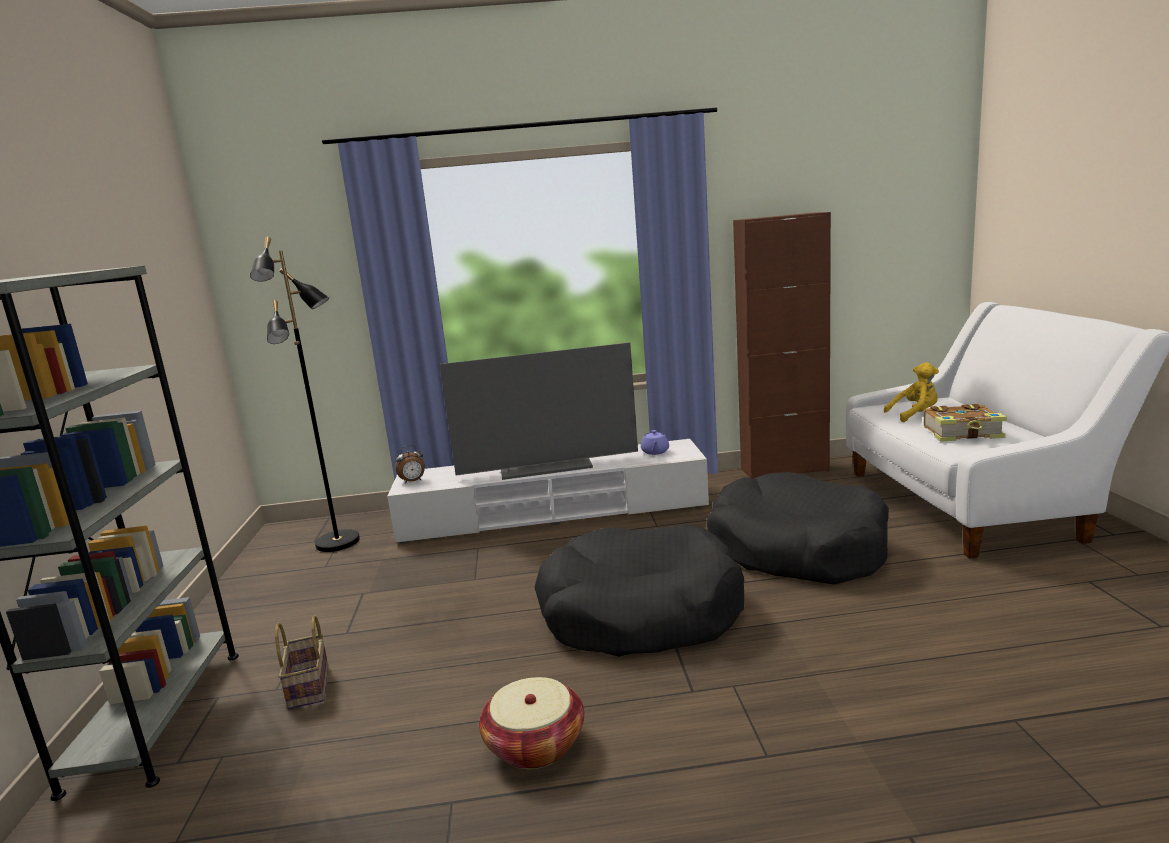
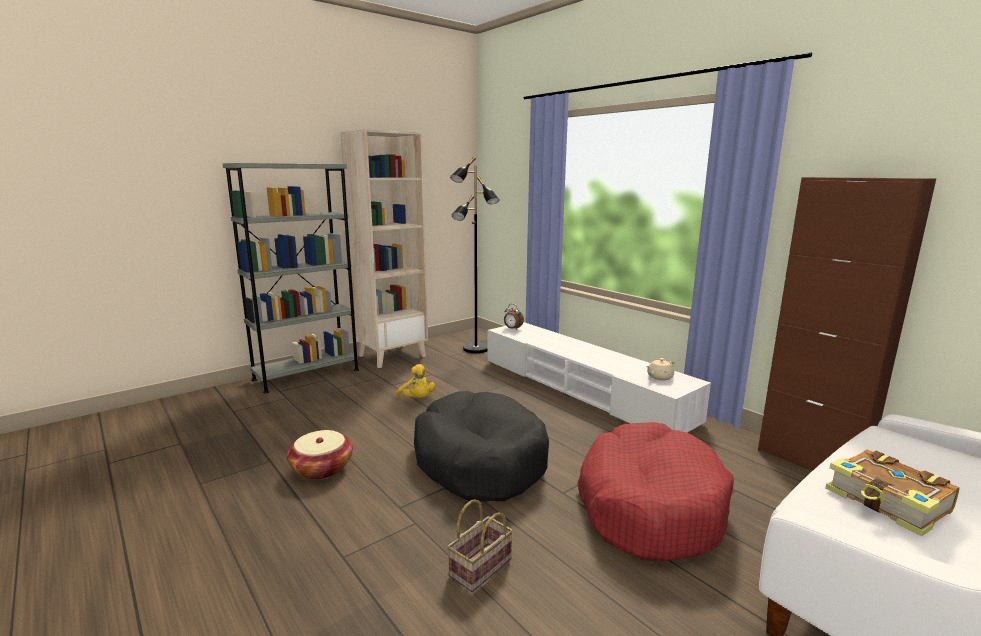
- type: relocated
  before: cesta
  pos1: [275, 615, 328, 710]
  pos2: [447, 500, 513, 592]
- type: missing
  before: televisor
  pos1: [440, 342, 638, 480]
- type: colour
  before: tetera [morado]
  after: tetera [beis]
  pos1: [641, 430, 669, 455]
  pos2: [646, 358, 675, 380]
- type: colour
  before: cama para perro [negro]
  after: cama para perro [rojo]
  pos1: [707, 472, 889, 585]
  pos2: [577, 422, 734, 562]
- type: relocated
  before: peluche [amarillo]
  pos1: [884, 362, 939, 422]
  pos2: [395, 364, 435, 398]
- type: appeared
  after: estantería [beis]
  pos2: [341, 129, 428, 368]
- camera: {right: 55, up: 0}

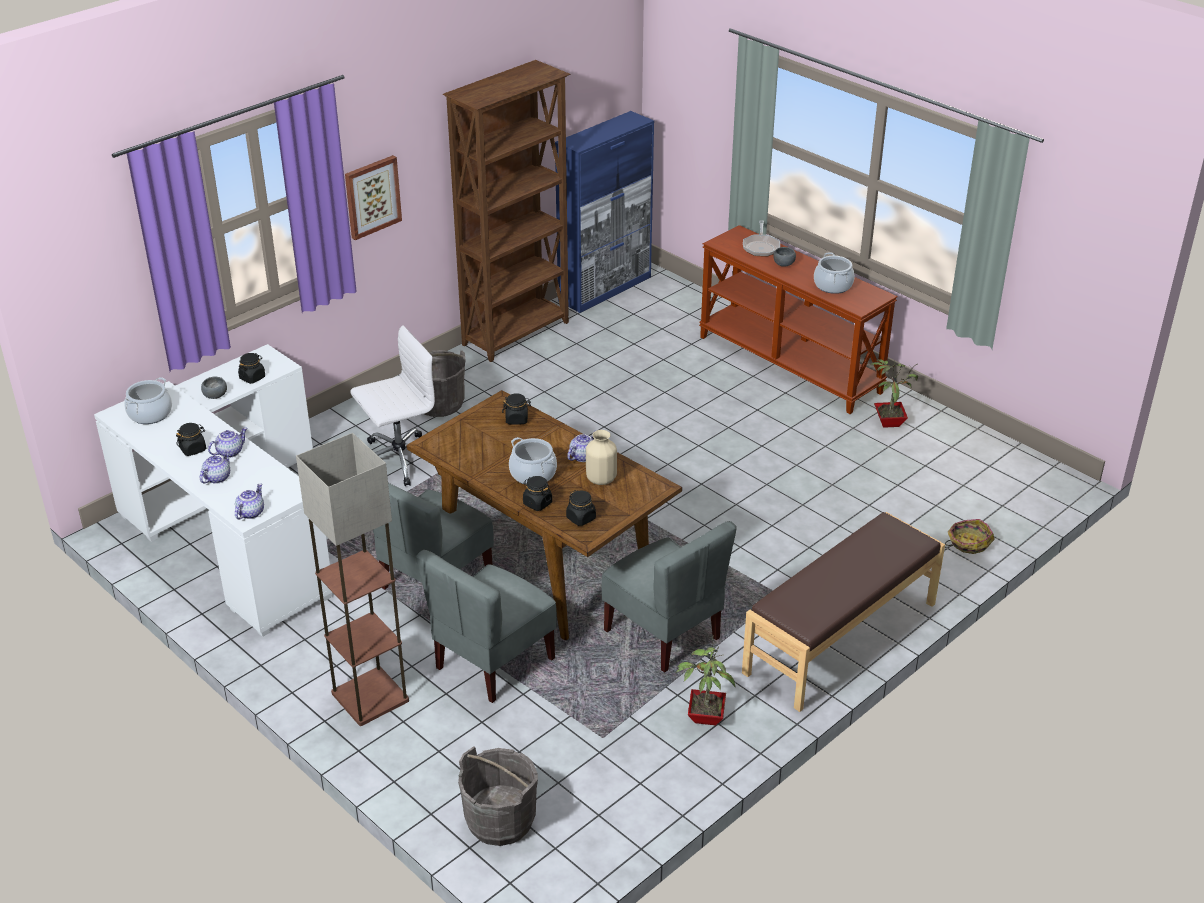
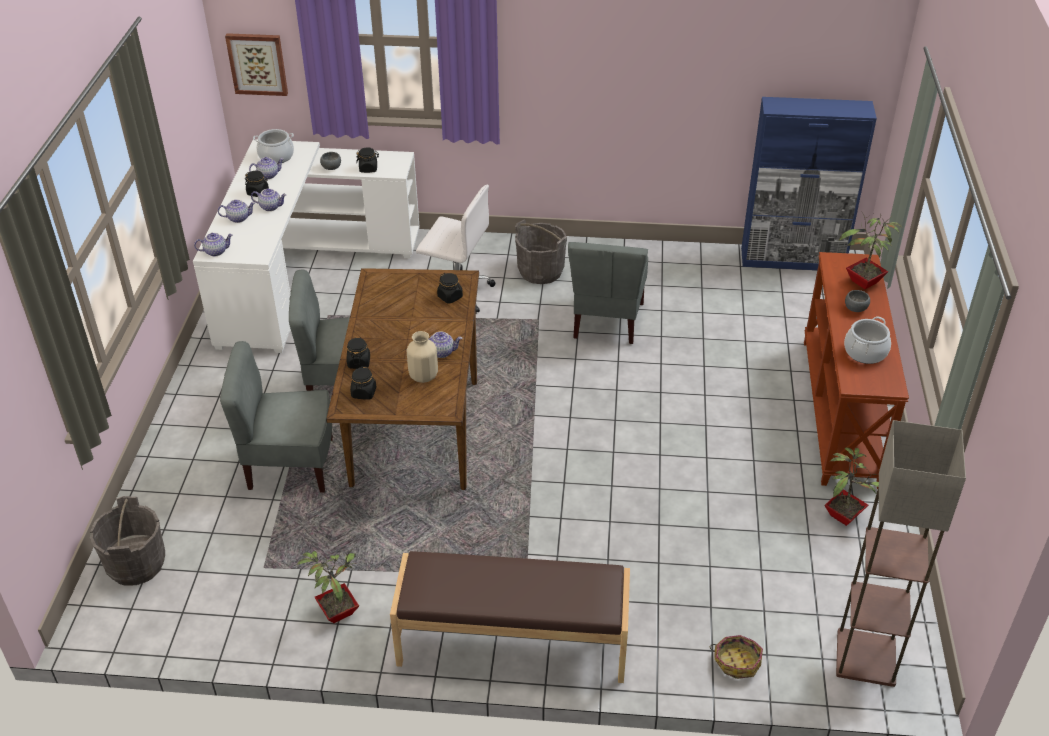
- type: relocated
  before: lámpara de pie
  pos1: [296, 433, 409, 726]
  pos2: [836, 420, 966, 687]
- type: relocated
  before: cuadro
  pos1: [345, 155, 402, 240]
  pos2: [225, 33, 288, 96]
- type: missing
  before: estantería [marrón]
  pos1: [443, 60, 570, 362]
- type: missing
  before: olla
  pos1: [509, 437, 557, 484]
- type: relocated
  before: silla [gris]
  pos1: [602, 521, 737, 673]
  pos2: [568, 242, 648, 344]
- type: exchanged
  before: sartén
  after: planta en maceta
  pos1: [743, 220, 780, 256]
  pos2: [839, 212, 902, 289]
- type: appeared
  after: tetera
  pos2: [249, 157, 284, 179]
- camera: {right: 50, up: 5}

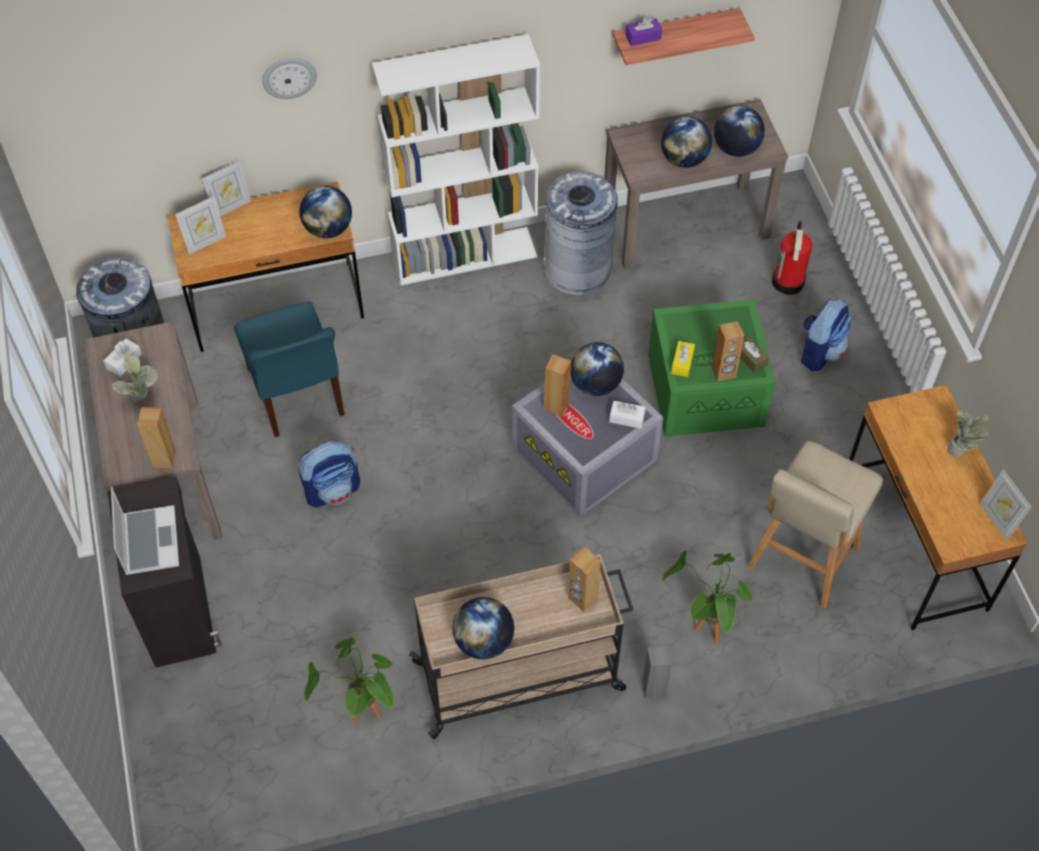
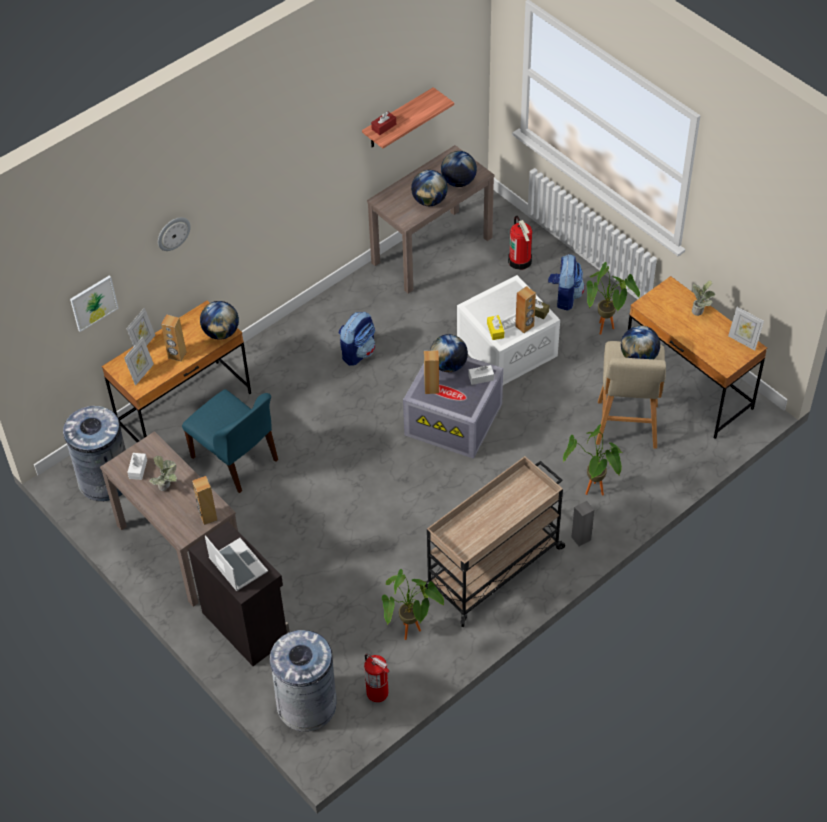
- type: relocated
  before: mochila
  pos1: [298, 441, 360, 507]
  pos2: [339, 312, 375, 366]
- type: missing
  before: estantería [blanco]
  pos1: [372, 34, 540, 285]
- type: relocated
  before: globo terráqueo
  pos1: [452, 597, 514, 659]
  pos2: [621, 326, 660, 359]
- type: relocated
  before: papelera [gris]
  pos1: [543, 171, 618, 296]
  pos2: [270, 630, 337, 732]
- type: relocated
  before: altavoz [marrón]
  pos1: [568, 547, 601, 612]
  pos2: [161, 314, 186, 361]
- type: colour
  before: caja de pañuelos [morado]
  after: caja de pañuelos [rojo]
  pos1: [625, 17, 662, 46]
  pos2: [371, 112, 396, 135]
- type: colour
  before: caja de almacenaje [verde]
  after: caja de almacenaje [blanco]
  pos1: [648, 300, 776, 437]
  pos2: [457, 275, 560, 385]
- type: appeared
  after: cuadro
  pos2: [70, 275, 119, 332]
- type: appeared
  after: extintor
  pos2: [364, 654, 389, 702]
- type: appeared
  after: planta en maceta
  pos2: [587, 262, 640, 335]
- camera: {right: -25, up: -5}

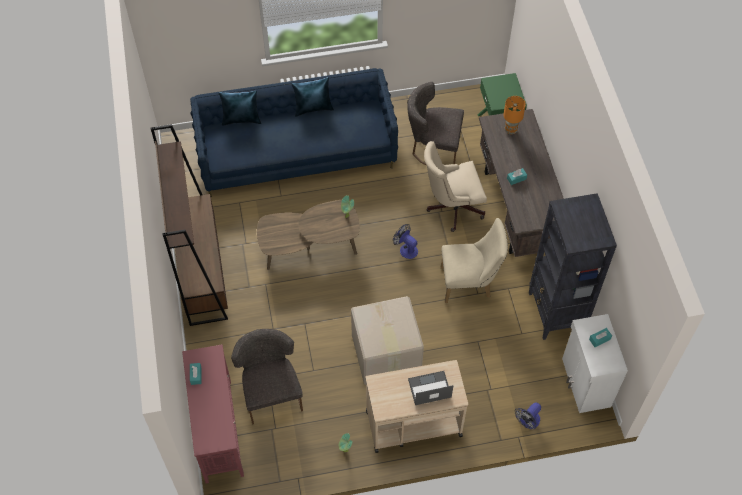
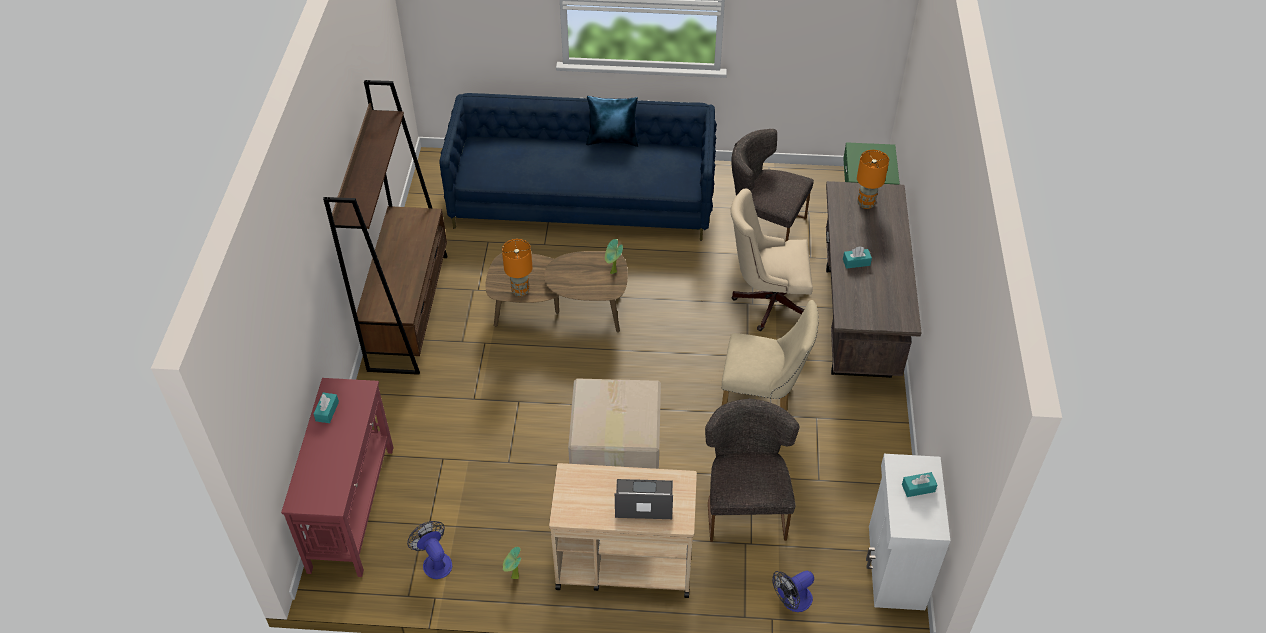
- type: missing
  before: cojín [azul]
  pos1: [219, 90, 261, 126]
- type: relocated
  before: silla [gris]
  pos1: [231, 329, 303, 424]
  pos2: [705, 398, 800, 542]
- type: relocated
  before: ventilador
  pos1: [393, 224, 418, 259]
  pos2: [407, 521, 452, 579]
- type: missing
  before: estantería [negro]
  pos1: [529, 193, 617, 340]
- type: appeared
  after: lámpara de mesa [naranja]
  pos2: [502, 239, 532, 297]
- camera: {right: 15, up: -10}

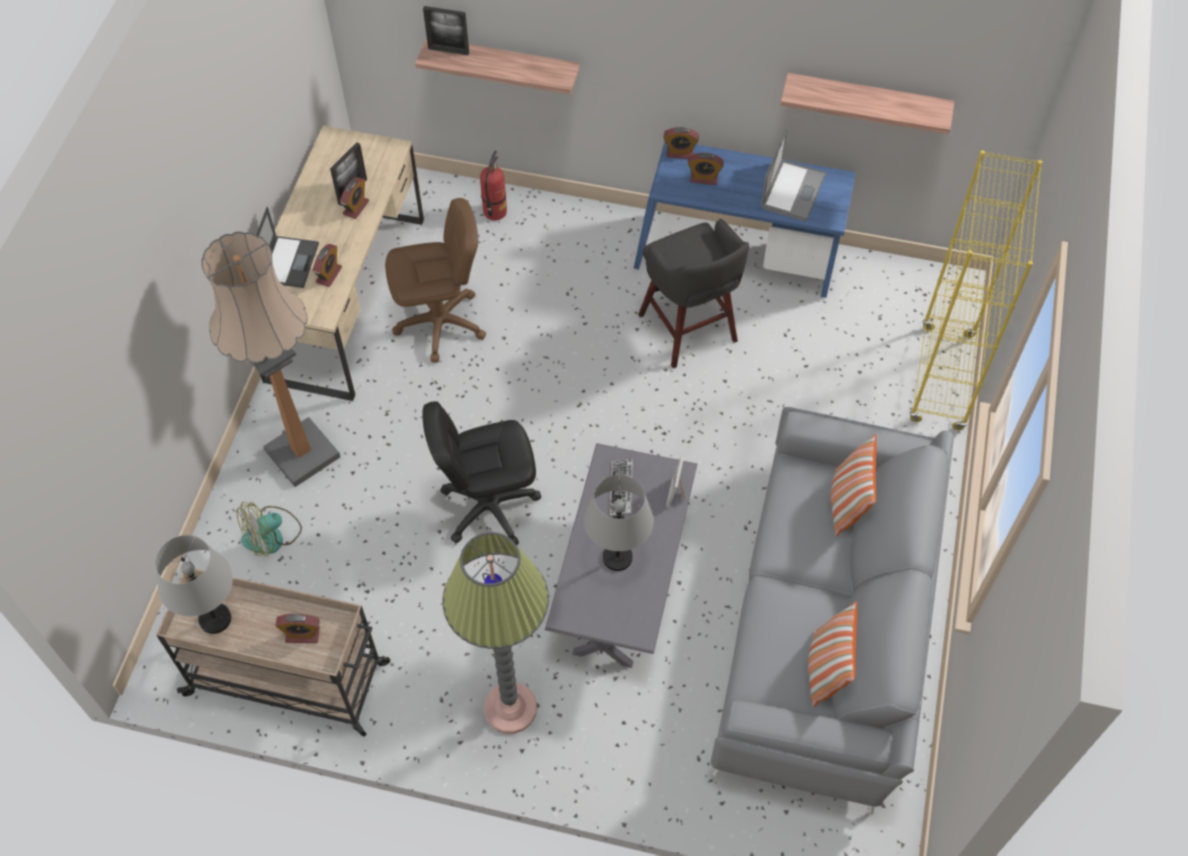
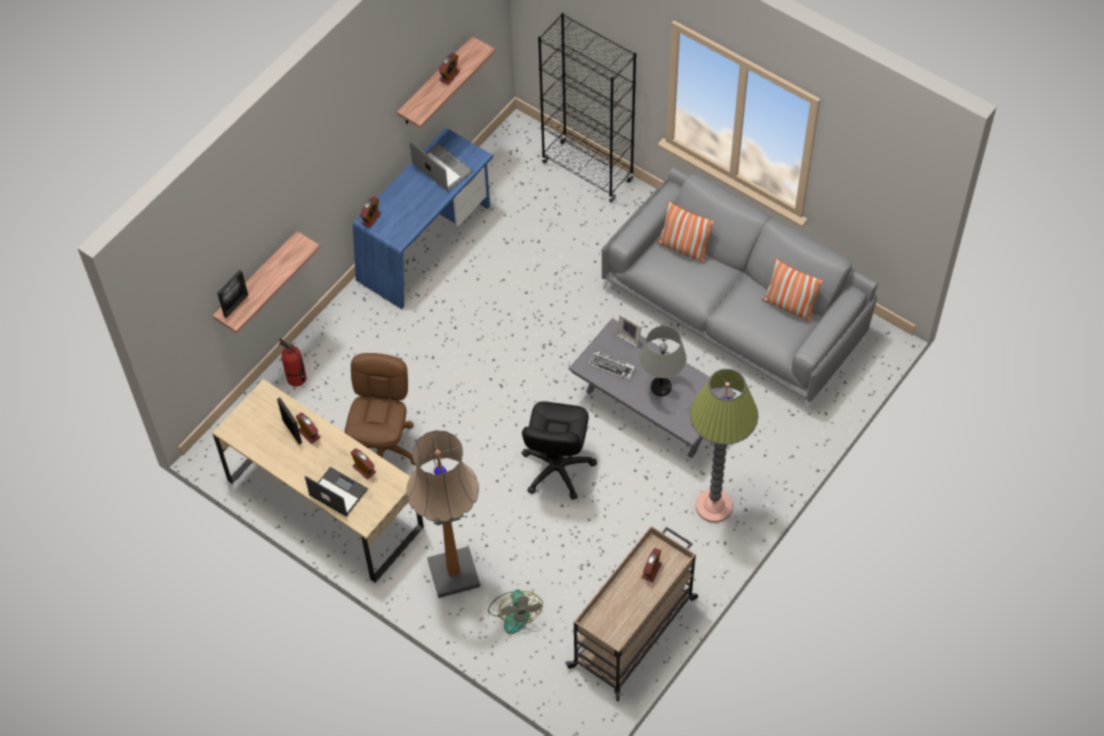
- type: missing
  before: lámpara de mesa [gris]
  pos1: [155, 535, 233, 634]
- type: missing
  before: taburete [gris]
  pos1: [638, 219, 749, 369]
- type: relocated
  before: despertador
  pos1: [688, 153, 724, 185]
  pos2: [439, 53, 460, 85]
- type: colour
  before: estantería [amarillo]
  after: estantería [negro]
  pos1: [910, 150, 1042, 430]
  pos2: [538, 13, 636, 202]
- camera: {right: -65, up: 0}

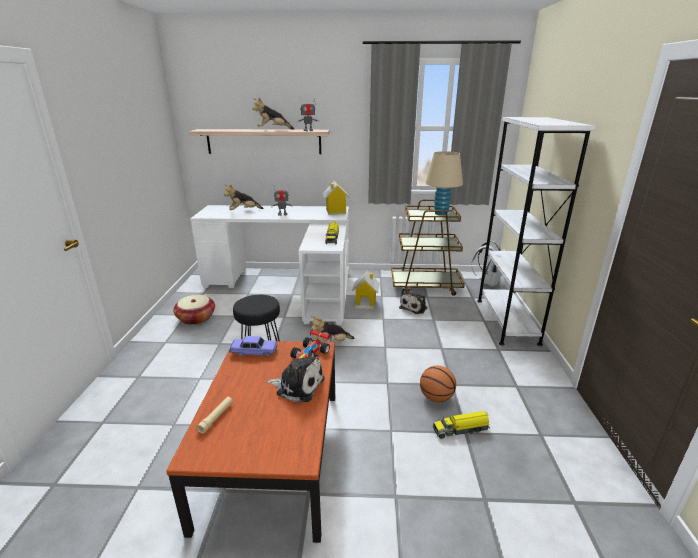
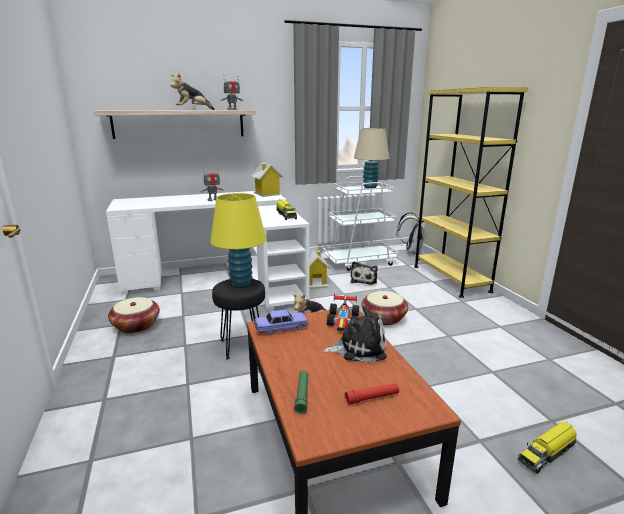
- type: colour
  before: linterna [beis]
  after: linterna [verde]
  pos1: [196, 397, 233, 434]
  pos2: [294, 370, 308, 414]
- type: missing
  before: peluche
  pos1: [224, 184, 264, 210]
- type: colour
  before: carrito [marrón]
  after: carrito [blanco]
  pos1: [391, 200, 465, 296]
  pos2: [323, 176, 399, 271]
- type: missing
  before: balón de baloncesto
  pos1: [420, 366, 456, 402]
- type: relocated
  before: camión de juguete
  pos1: [433, 411, 490, 439]
  pos2: [518, 422, 577, 474]
- type: colour
  before: estantería [blanco]
  after: estantería [amarillo]
  pos1: [477, 117, 595, 346]
  pos2: [414, 87, 528, 298]
- type: appeared
  after: lámpara de mesa [amarillo]
  pos2: [210, 193, 266, 287]
- type: appeared
  after: linterna [rojo]
  pos2: [345, 383, 399, 405]
- type: appeared
  after: cesta
  pos2: [362, 291, 408, 325]
- camera: {right: -20, up: -5}

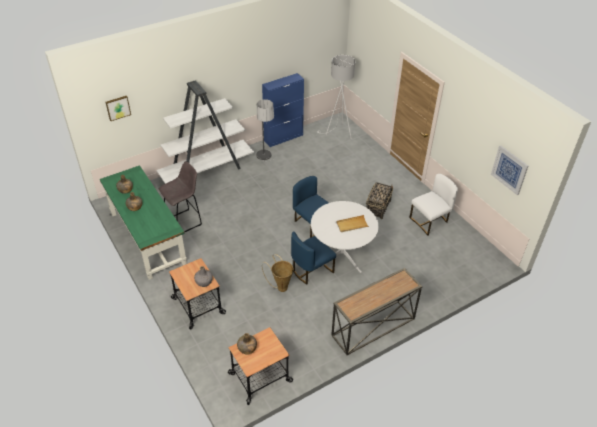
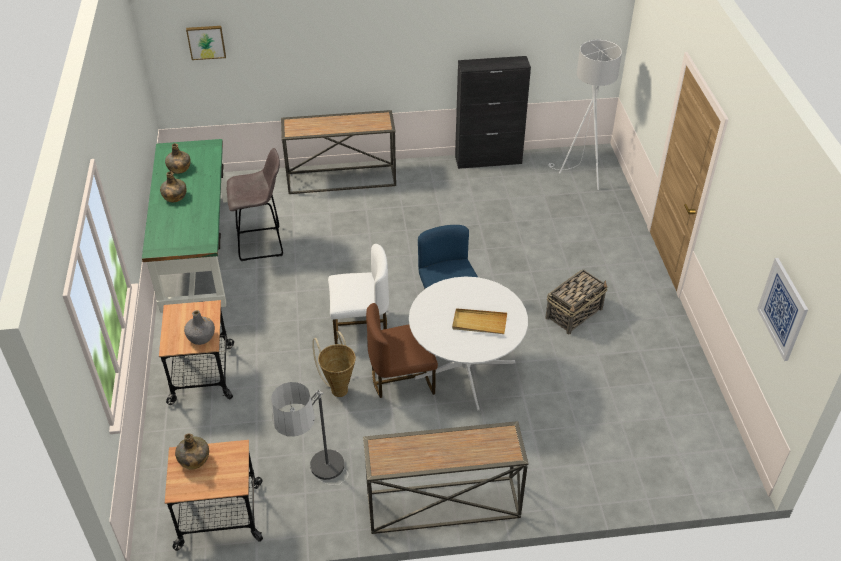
- type: exchanged
  before: estantería [blanco]
  after: mesa consola
  pos1: [156, 80, 254, 184]
  pos2: [281, 110, 396, 194]
- type: relocated
  before: lámpara de pie
  pos1: [256, 99, 275, 161]
  pos2: [271, 382, 348, 485]
- type: colour
  before: armario [azul]
  after: armario [negro]
  pos1: [262, 73, 304, 147]
  pos2: [455, 56, 531, 169]
- type: colour
  before: silla [azul]
  after: silla [marrón]
  pos1: [291, 231, 336, 284]
  pos2: [366, 303, 438, 398]
- type: relocated
  before: silla [blanco]
  pos1: [409, 174, 458, 236]
  pos2: [328, 244, 389, 344]
- camera: {right: 25, up: 0}

